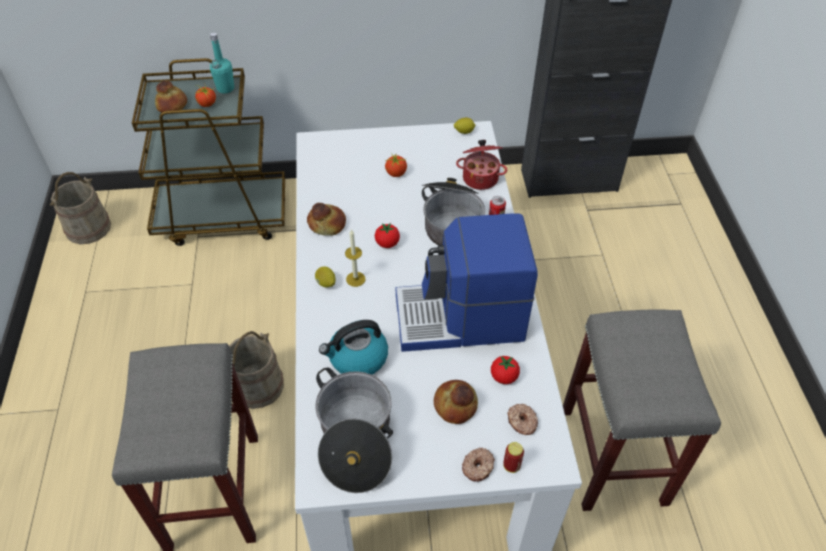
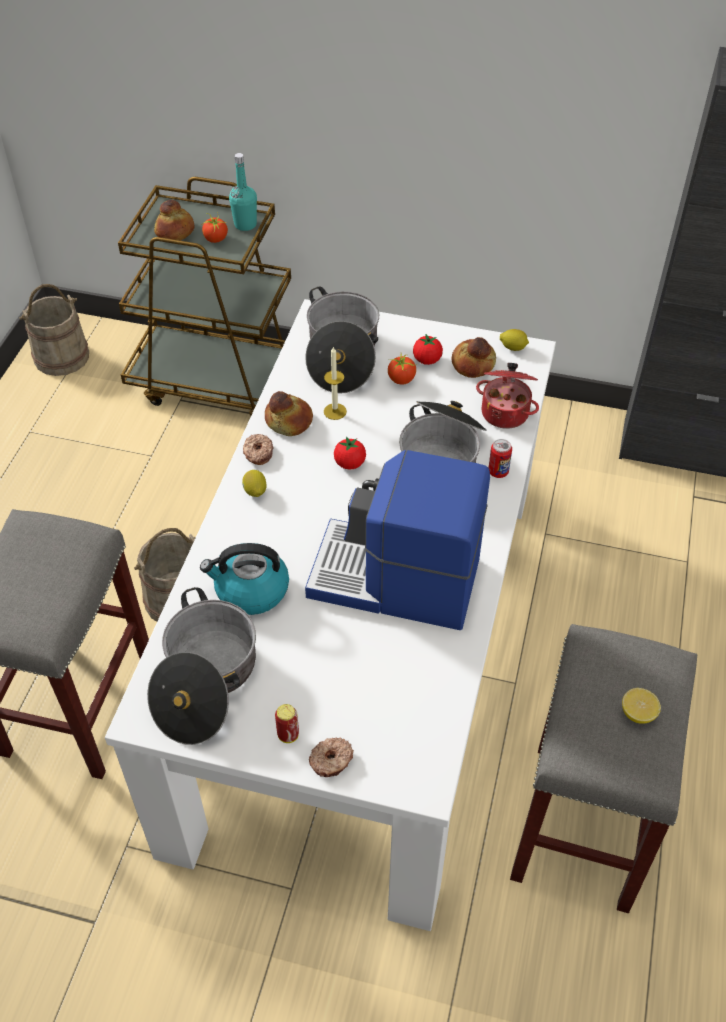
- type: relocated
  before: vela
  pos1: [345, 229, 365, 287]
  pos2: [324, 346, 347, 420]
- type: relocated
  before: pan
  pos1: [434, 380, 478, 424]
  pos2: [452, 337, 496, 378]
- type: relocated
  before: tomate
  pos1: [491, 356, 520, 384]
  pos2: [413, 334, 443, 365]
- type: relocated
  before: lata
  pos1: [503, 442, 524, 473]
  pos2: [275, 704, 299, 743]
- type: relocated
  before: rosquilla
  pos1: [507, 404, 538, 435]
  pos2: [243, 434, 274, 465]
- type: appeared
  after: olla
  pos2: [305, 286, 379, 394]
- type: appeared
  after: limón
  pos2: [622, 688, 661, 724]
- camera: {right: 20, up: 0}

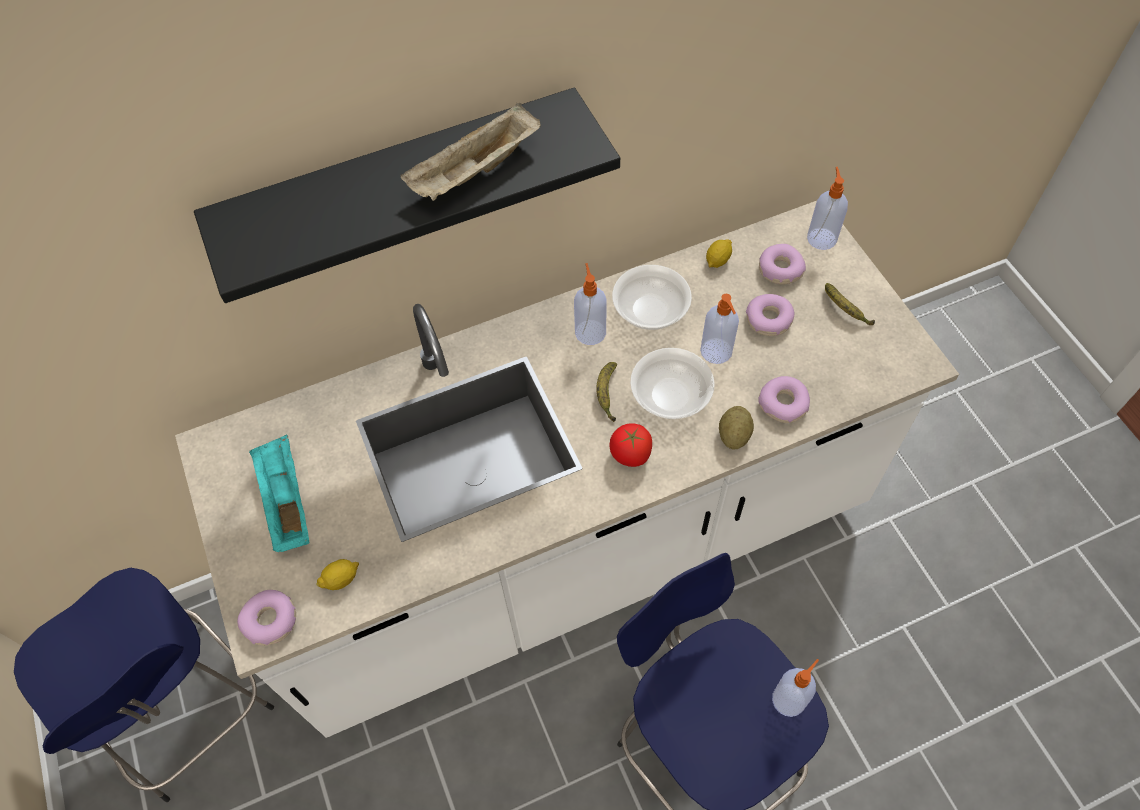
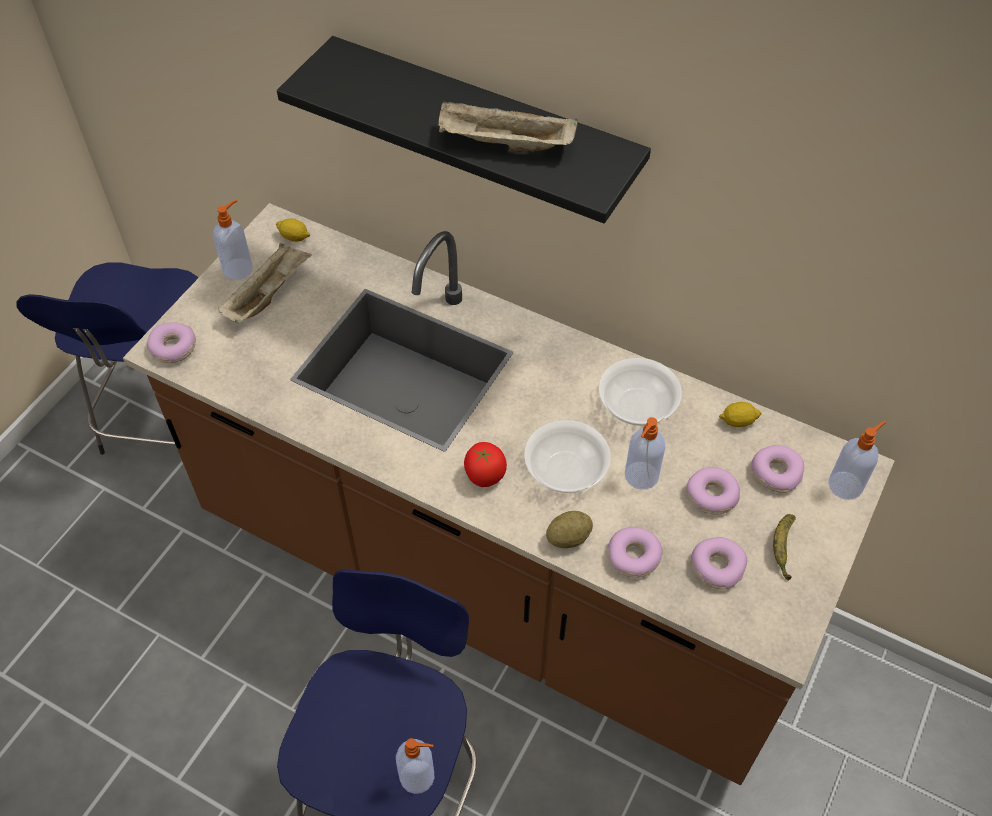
- type: colour
  before: mueble bajo de cocina [blanco]
  after: mueble bajo de cocina [marrón]
  pos1: [175, 201, 959, 738]
  pos2: [123, 203, 895, 785]
- type: colour
  before: bandeja [turquesa]
  after: bandeja [beis]
  pos1: [249, 435, 309, 552]
  pos2: [218, 243, 312, 324]
- type: relocated
  before: limón
  pos1: [316, 559, 359, 590]
  pos2: [276, 218, 310, 242]
- type: relocated
  before: dispensador de jabón
  pos1: [574, 263, 607, 345]
  pos2: [213, 200, 253, 280]
- type: missing
  before: plátano
  pos1: [596, 362, 617, 422]
- type: appeared
  after: rosquilla
  pos2: [691, 537, 747, 590]
- camera: {right: 50, up: -5}

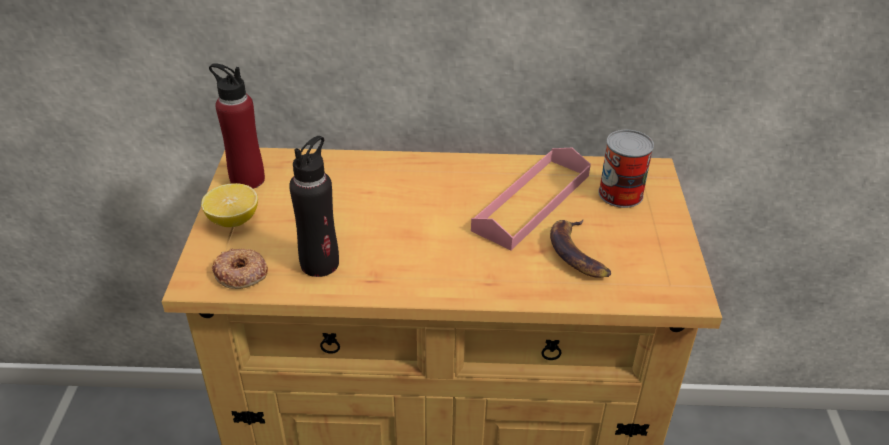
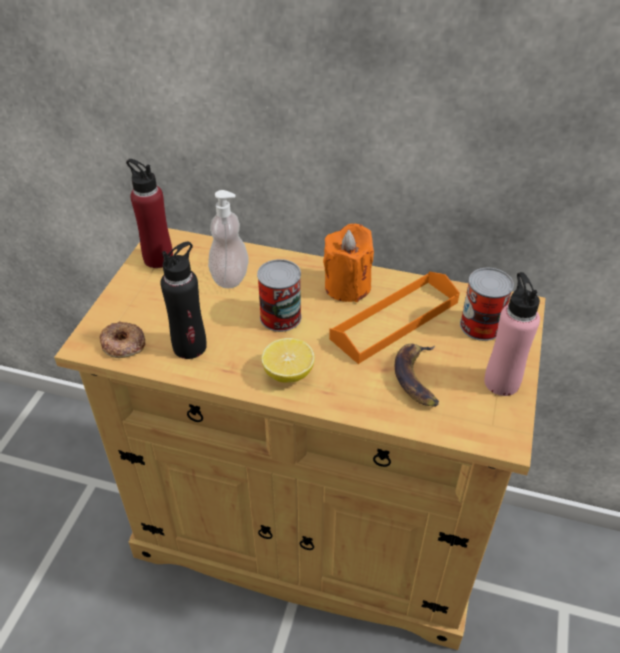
- type: relocated
  before: limón
  pos1: [201, 183, 258, 227]
  pos2: [261, 338, 315, 382]
- type: colour
  before: bandeja [rosa]
  after: bandeja [naranja]
  pos1: [471, 148, 591, 250]
  pos2: [329, 272, 460, 364]
- type: appeared
  after: dispensador de jabón
  pos2: [208, 190, 249, 288]
- type: appeared
  after: lata
  pos2: [257, 259, 301, 332]
- type: appeared
  after: vela [naranja]
  pos2: [323, 224, 374, 302]
- type: appeared
  after: botella [rosa]
  pos2: [484, 272, 540, 396]
- camera: {right: 15, up: 5}

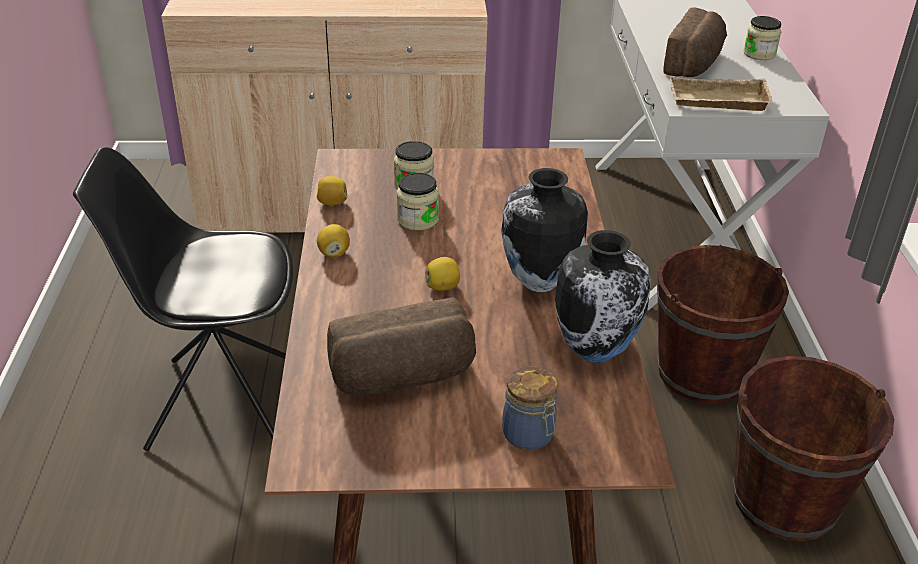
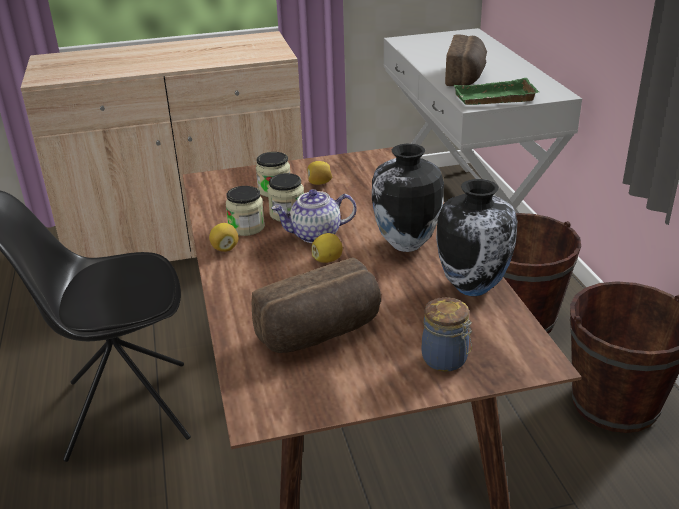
- type: relocated
  before: limón
  pos1: [317, 176, 347, 205]
  pos2: [307, 161, 332, 185]
- type: colour
  before: bandeja [beis]
  after: bandeja [verde]
  pos1: [670, 76, 773, 111]
  pos2: [453, 78, 539, 105]
- type: relocated
  before: tarro
  pos1: [743, 16, 781, 60]
  pos2: [226, 186, 265, 236]
- type: appeared
  after: tetera
  pos2: [271, 189, 356, 243]
- camera: {right: -10, up: -5}

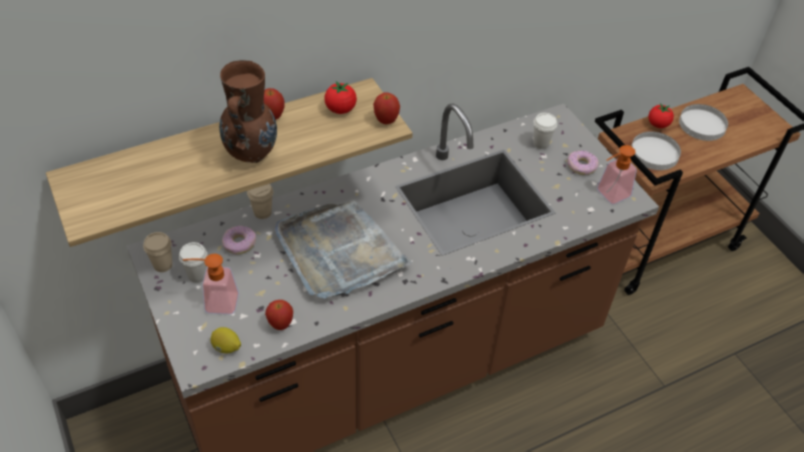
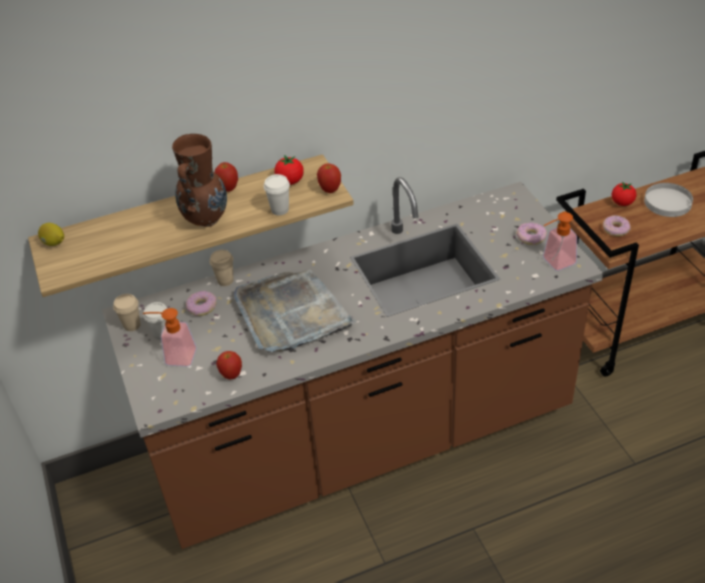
- type: relocated
  before: limón
  pos1: [211, 327, 241, 354]
  pos2: [38, 223, 64, 246]
- type: relocated
  before: taza [blanco]
  pos1: [533, 113, 557, 149]
  pos2: [264, 174, 290, 215]
- type: exchanged
  before: plato [blanco]
  after: rosquilla
  pos1: [631, 131, 681, 170]
  pos2: [603, 215, 630, 236]
- camera: {right: 10, up: -5}

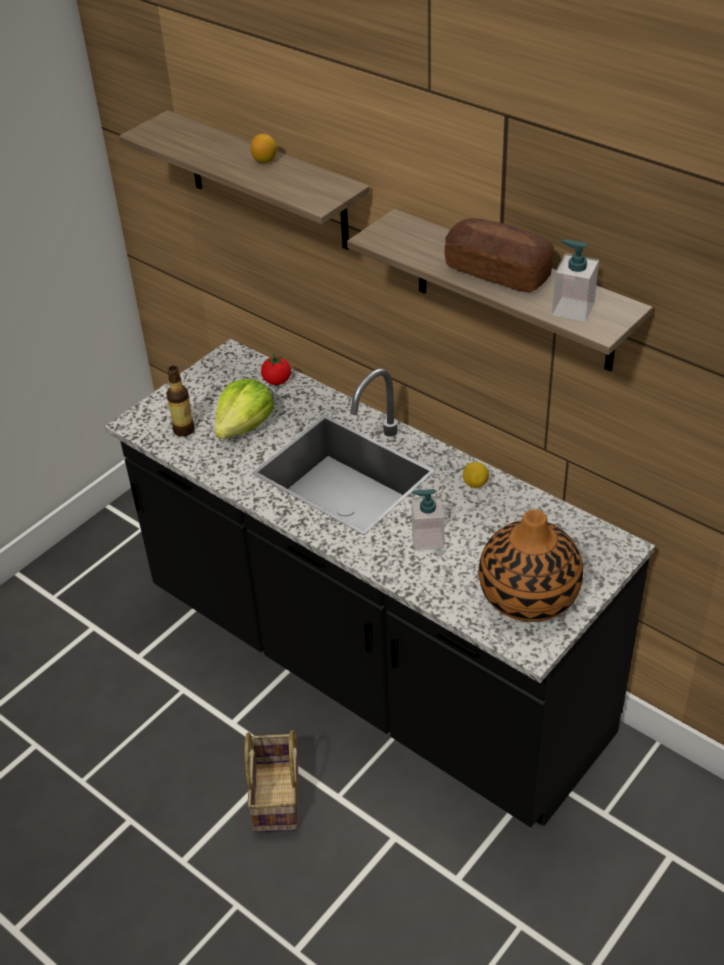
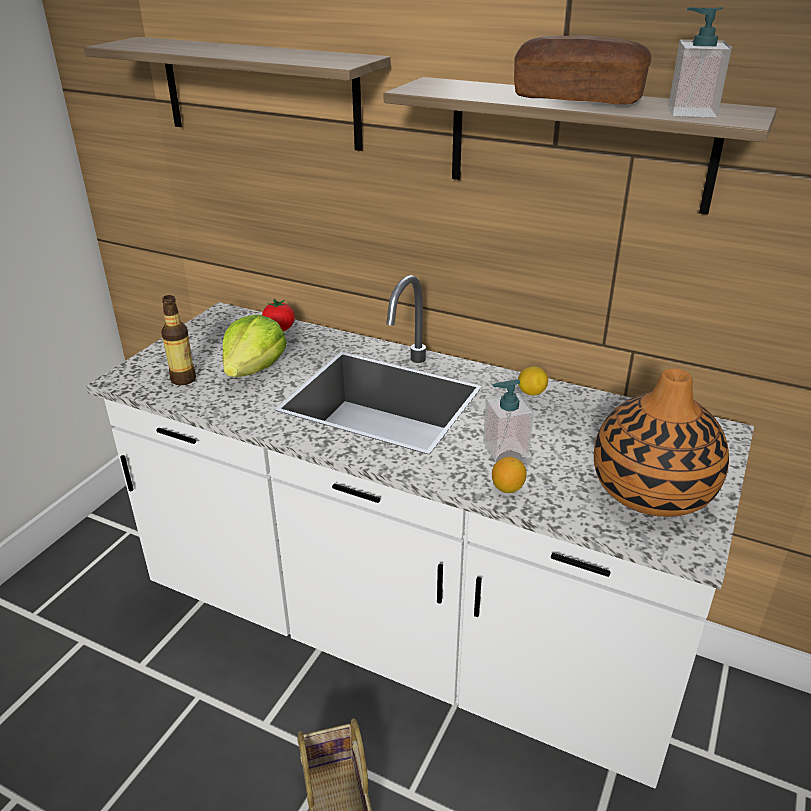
- type: colour
  before: mueble bajo de cocina [negro]
  after: mueble bajo de cocina [blanco]
  pos1: [105, 339, 655, 827]
  pos2: [86, 275, 754, 788]
- type: relocated
  before: limón
  pos1: [251, 134, 277, 163]
  pos2: [492, 457, 527, 493]
- camera: {right: -15, up: -10}

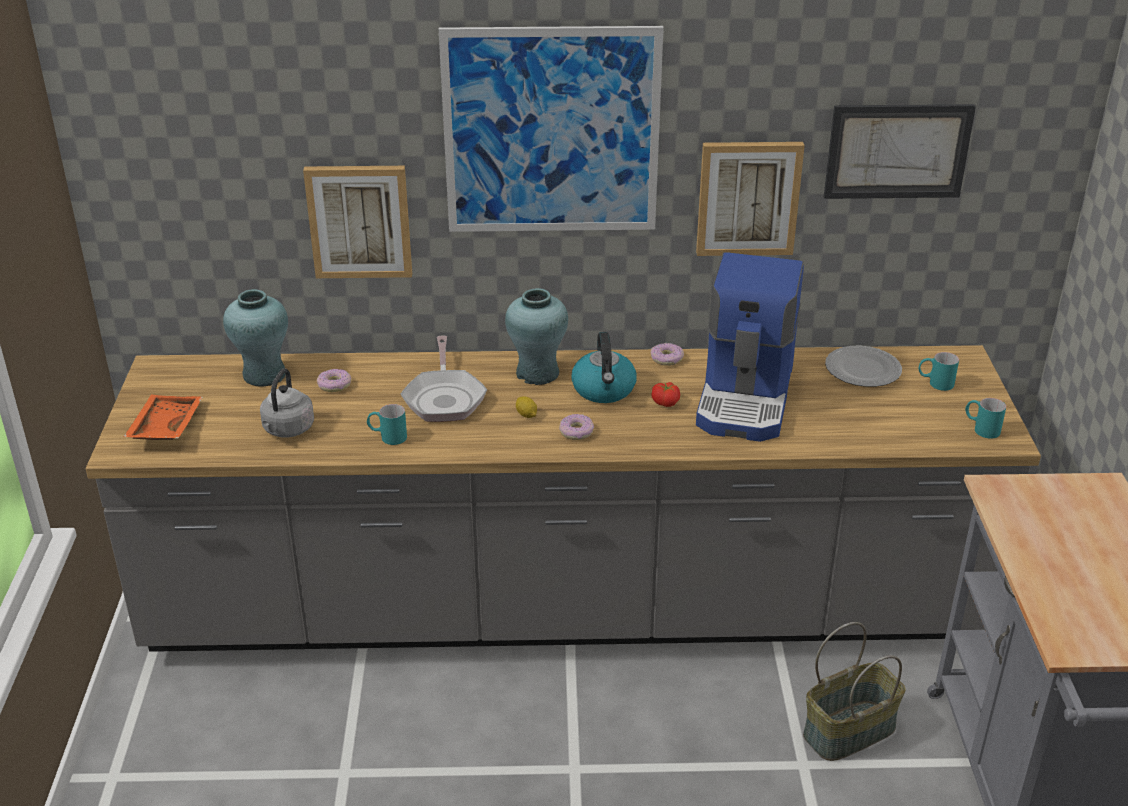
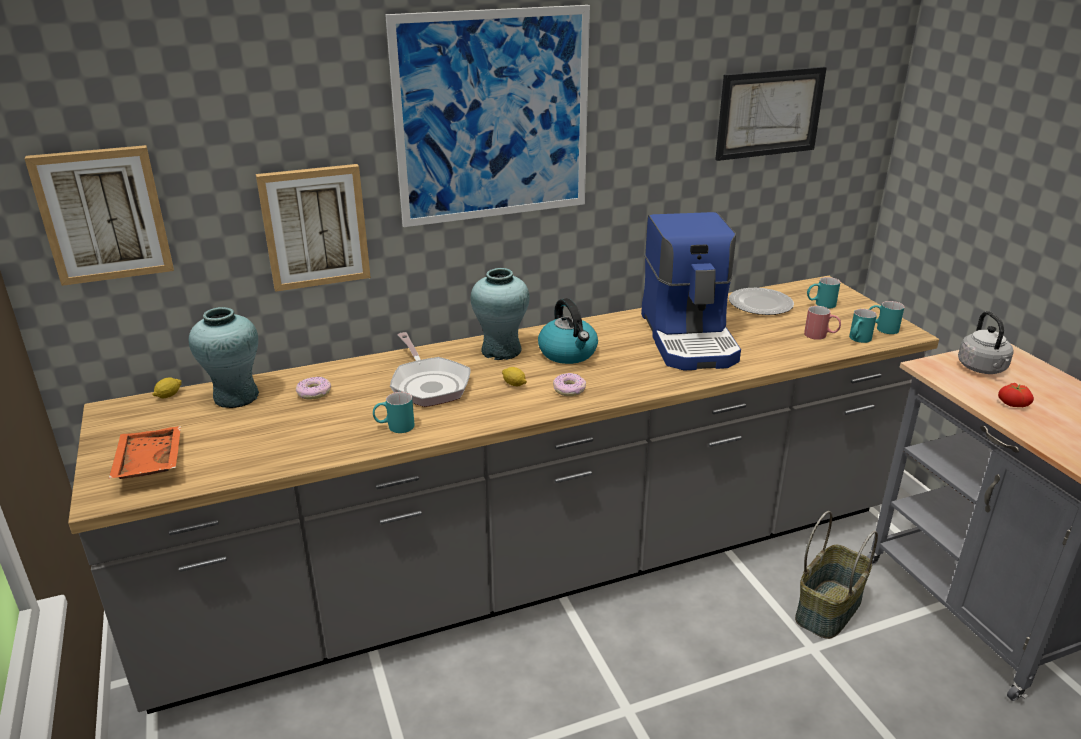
- type: relocated
  before: hervidor [gris]
  pos1: [260, 368, 314, 438]
  pos2: [958, 311, 1013, 374]
- type: missing
  before: rosquilla
  pos1: [650, 343, 684, 366]
- type: relocated
  before: tomate
  pos1: [651, 382, 680, 407]
  pos2: [998, 383, 1034, 407]
- type: relocated
  before: cuadro
  pos1: [696, 142, 805, 256]
  pos2: [24, 145, 174, 286]
- type: appeared
  after: limón
  pos2: [152, 377, 182, 398]
- type: appeared
  after: taza grande [rojo]
  pos2: [804, 306, 841, 340]
- type: appeared
  after: taza grande [turquesa]
  pos2: [849, 309, 877, 343]
- camera: {right: -20, up: -5}

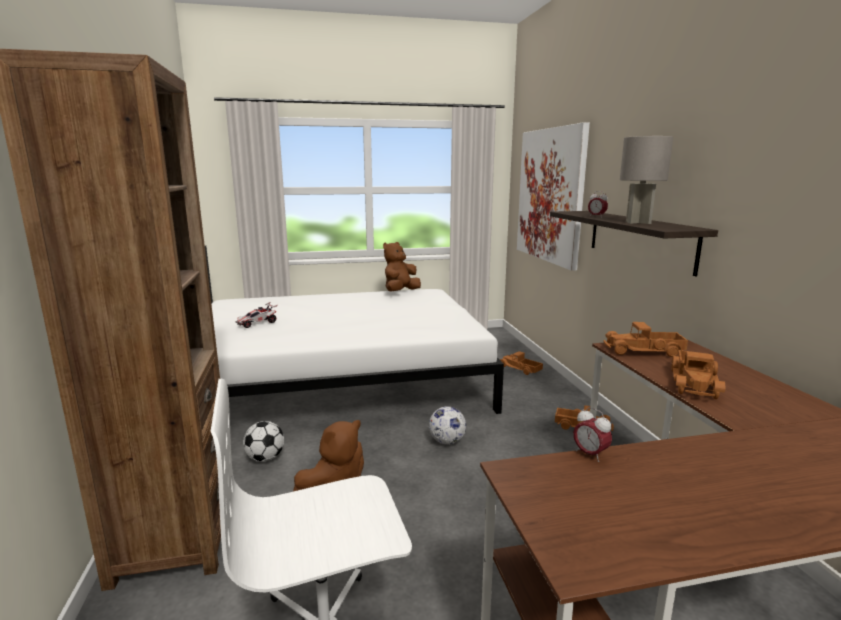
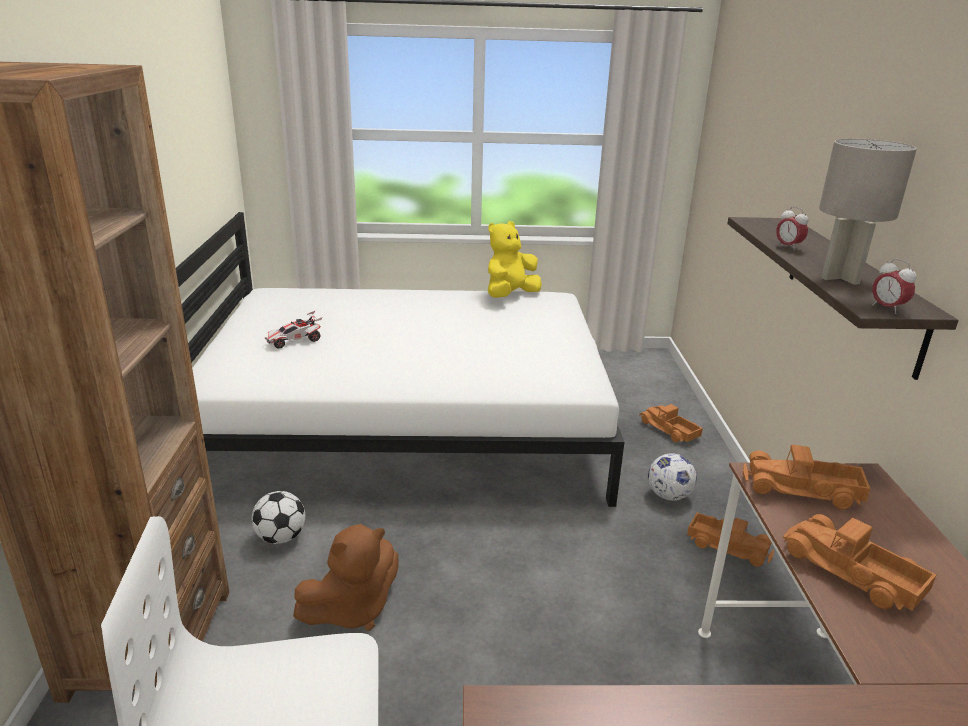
- type: colour
  before: peluche [marrón]
  after: peluche [amarillo]
  pos1: [383, 242, 421, 291]
  pos2: [488, 221, 542, 298]
- type: relocated
  before: balón de fútbol
  pos1: [429, 406, 466, 445]
  pos2: [648, 453, 697, 501]
- type: missing
  before: cuadro
  pos1: [517, 122, 590, 271]
- type: relocated
  before: despertador
  pos1: [573, 407, 612, 462]
  pos2: [872, 259, 917, 314]
- type: spun
  before: camión de juguete
  pos1: [671, 350, 725, 399]
  pos2: [783, 514, 937, 611]
  turn: 105
- camera: {right: 10, up: 10}

